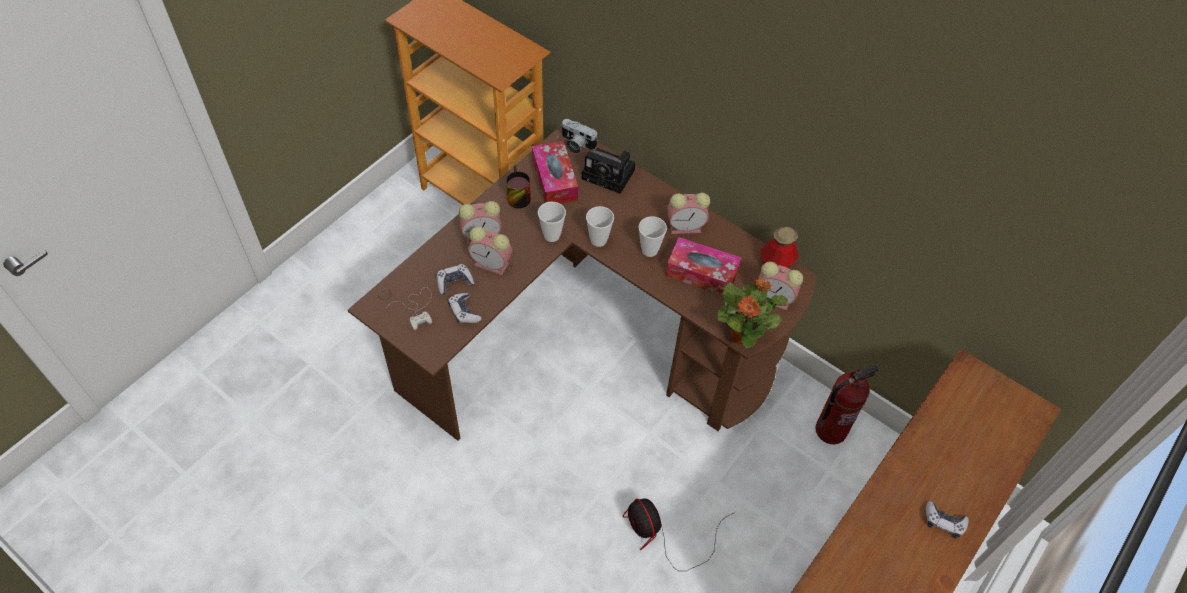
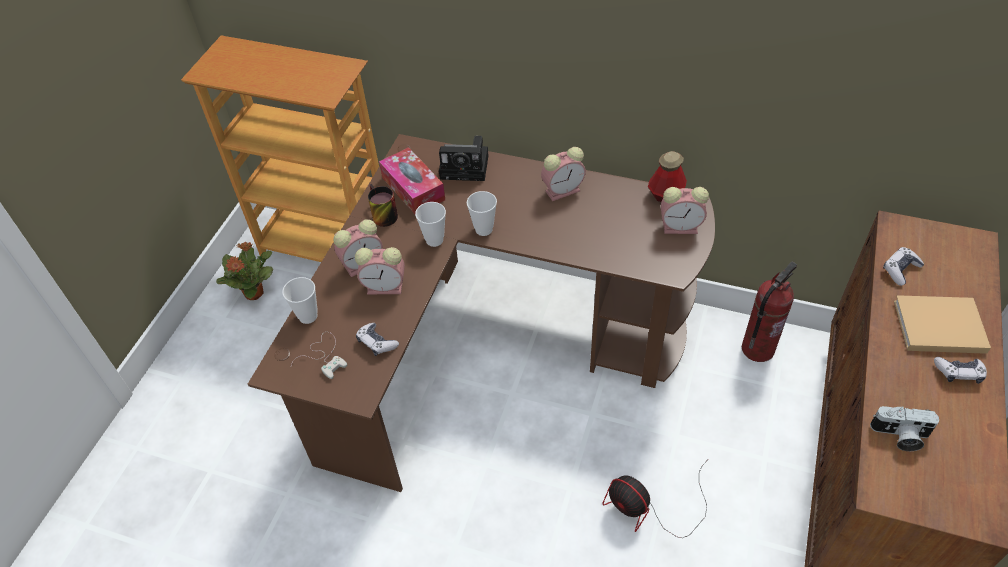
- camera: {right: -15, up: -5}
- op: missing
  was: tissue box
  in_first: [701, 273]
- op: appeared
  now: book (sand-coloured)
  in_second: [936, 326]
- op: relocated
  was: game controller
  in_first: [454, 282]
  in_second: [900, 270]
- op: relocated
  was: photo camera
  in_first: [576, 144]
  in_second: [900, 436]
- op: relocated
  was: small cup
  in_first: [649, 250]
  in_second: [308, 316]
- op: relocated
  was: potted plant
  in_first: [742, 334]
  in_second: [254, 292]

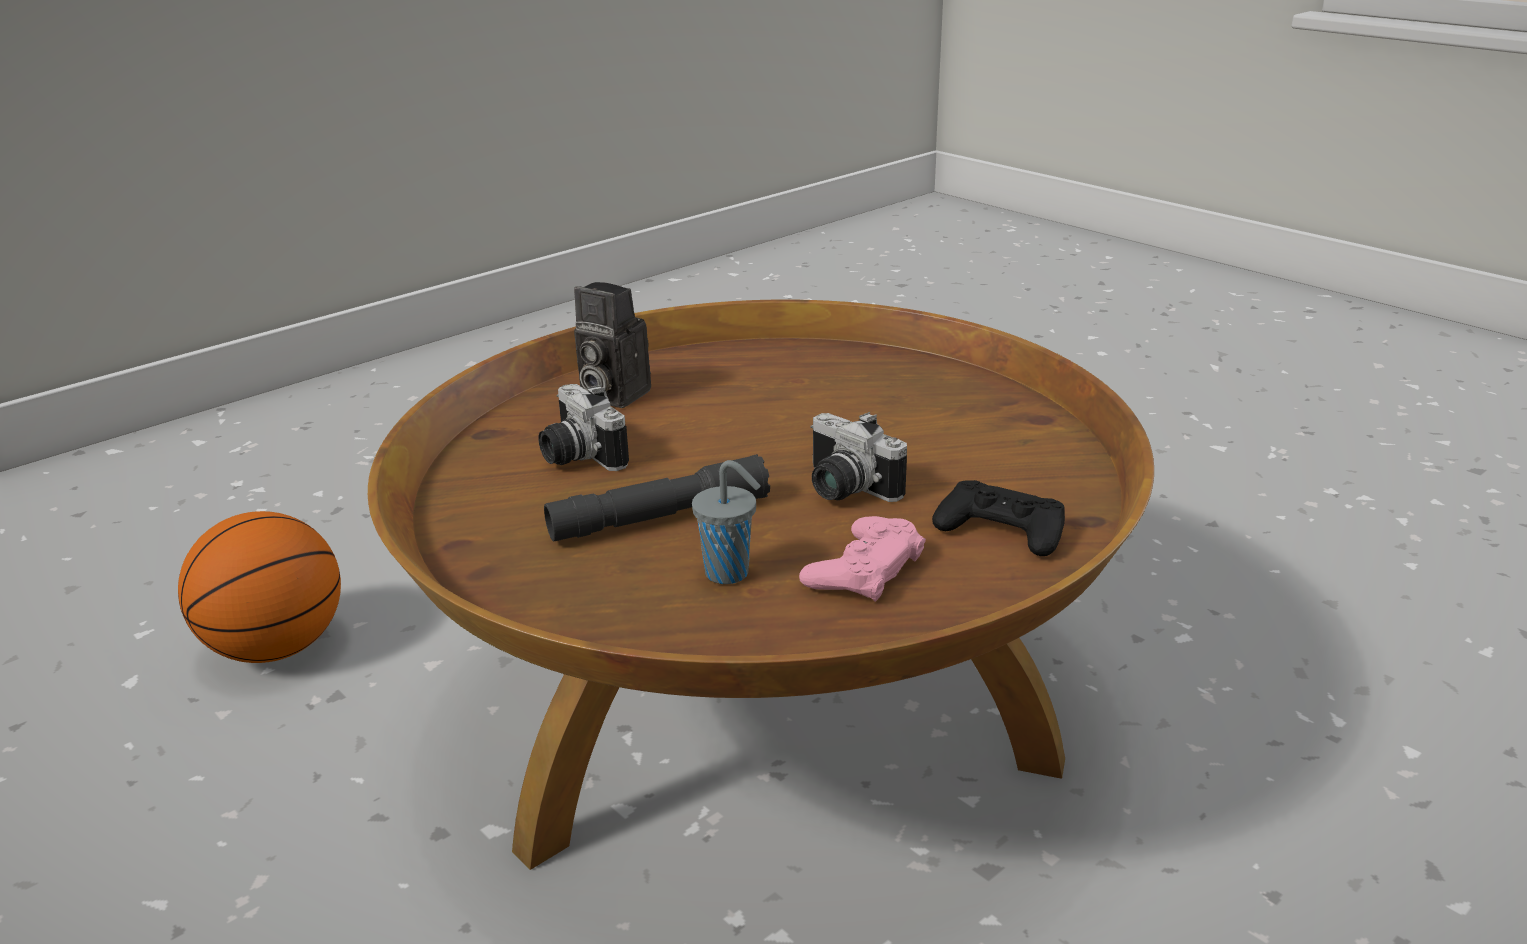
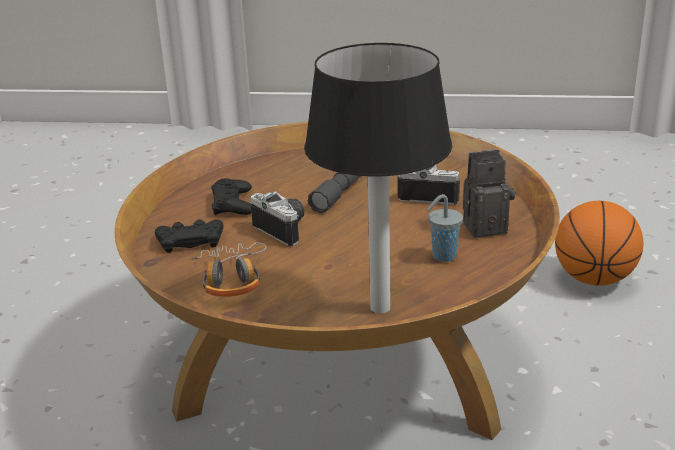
- camera: {right: 140, up: 0}
- op: appeared
  now: headset
  in_second: [231, 279]
- op: appeared
  now: tabletop lamp
  in_second: [379, 308]
- op: relocated
  was: small cup (greyish)
  in_first: [729, 574]
  in_second: [442, 256]
- op: colour
  was: game controller (pink-coloured)
  now: game controller (black)
  in_first: [864, 569]
  in_second: [233, 204]
- op: spun
  was: photo camera
  in_first: [843, 489]
  in_second: [285, 229]
  clockwise: 45

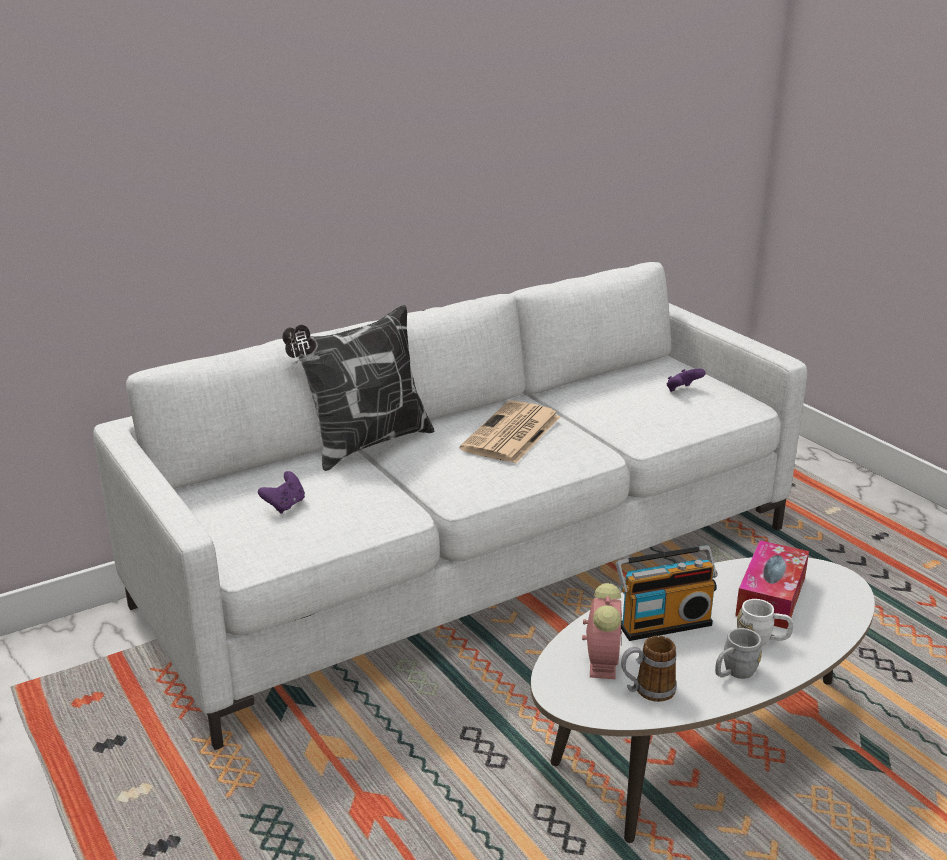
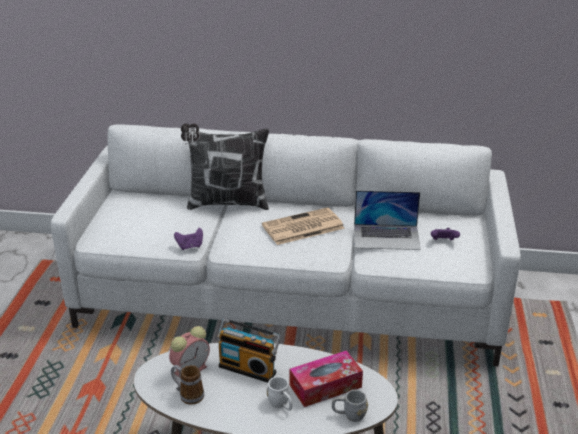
- camera: {right: 40, up: 5}
- op: appeared
  now: portable computer
  in_second: [386, 237]
- op: relocated
  was: game controller (purplish)
  in_first: [285, 505]
  in_second: [190, 246]
- op: relocated
  was: coffee mug (greyish)
  in_first: [734, 673]
  in_second: [349, 415]

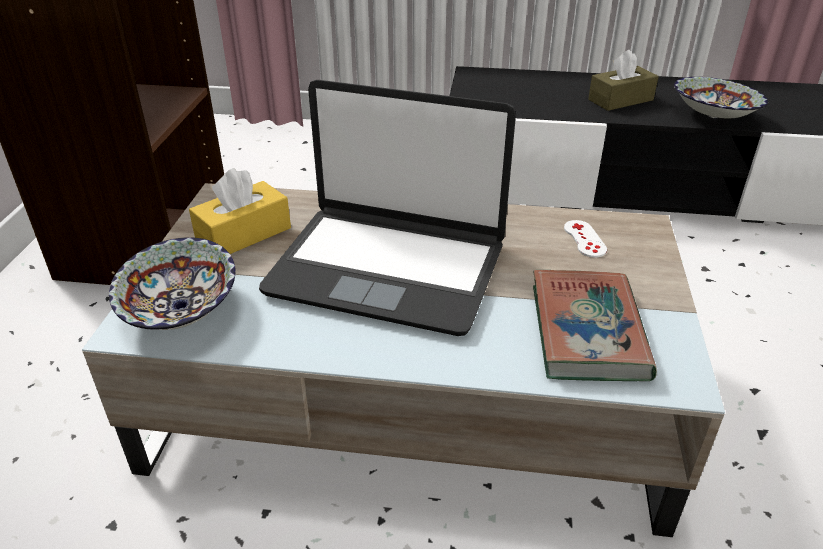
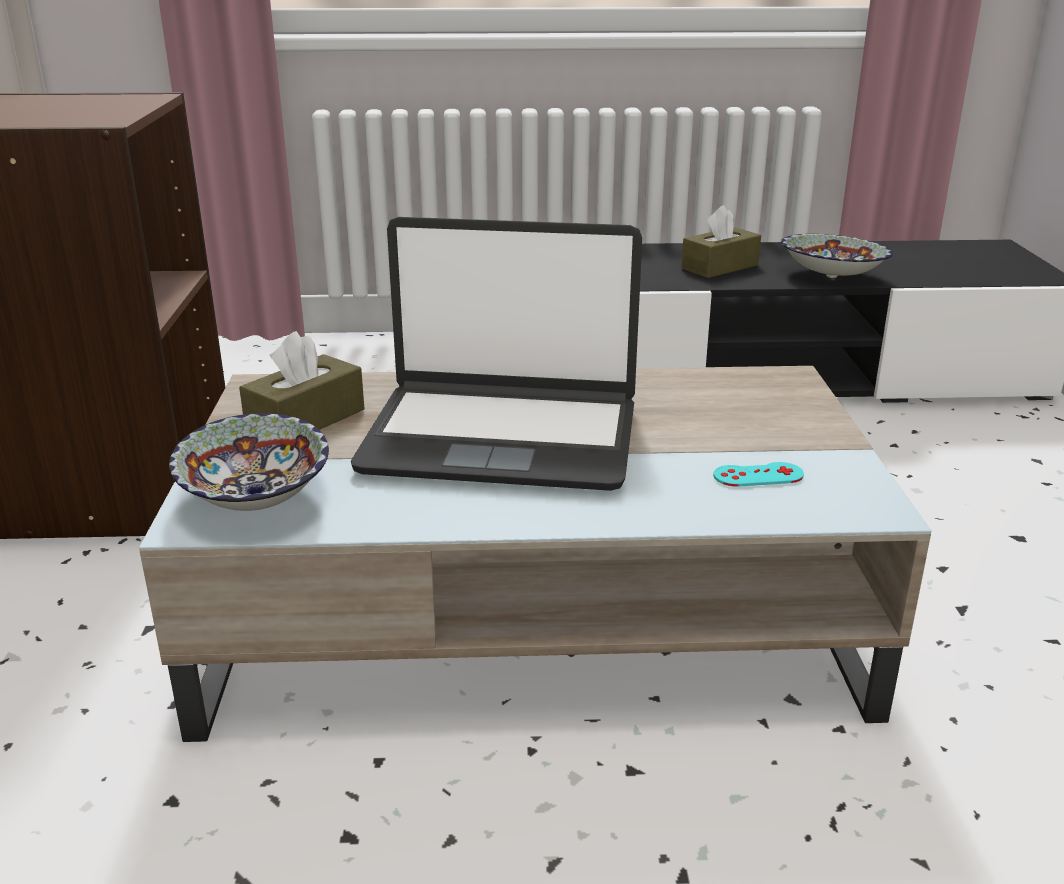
- camera: {right: -10, up: -10}
- op: missing
  was: game controller (white)
  in_first: [584, 239]
- op: exchanged
  was: book
  now: game controller (turquoise-coloured)
  in_first: [587, 332]
  in_second: [758, 475]
- op: colour
  was: tissue box (yellow)
  now: tissue box (brown)
  in_first: [244, 234]
  in_second: [306, 419]

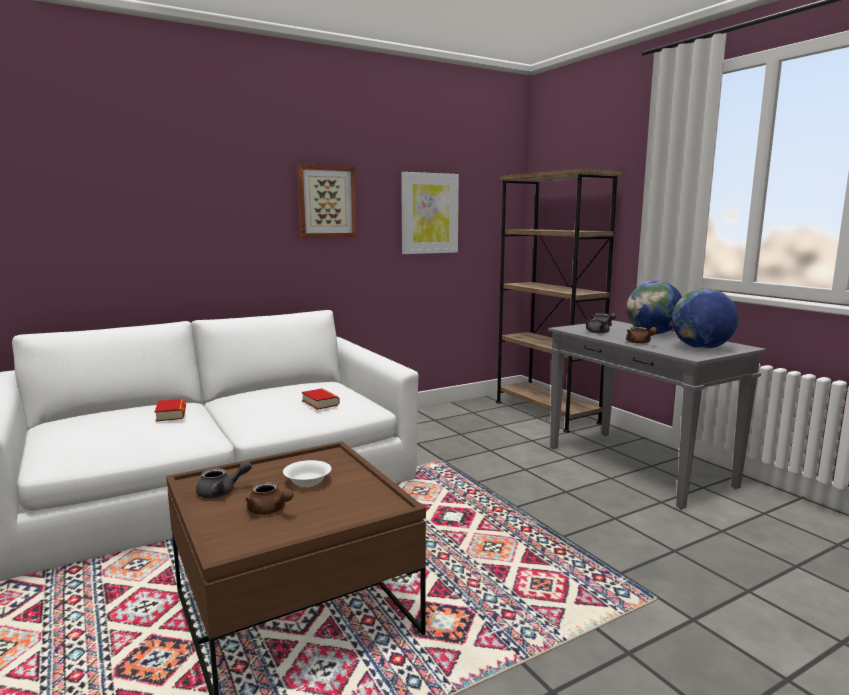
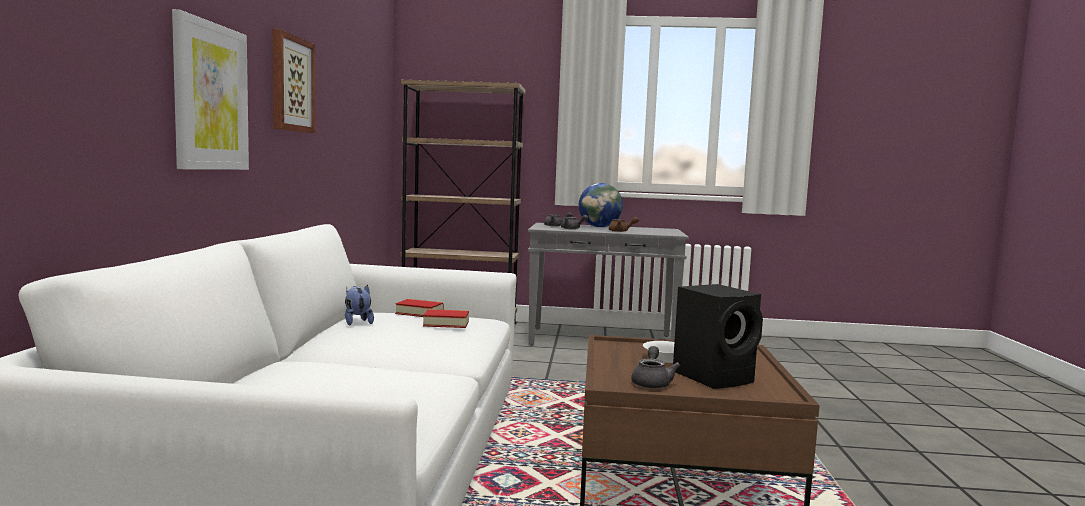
- camera: {right: -55, up: -5}
- op: missing
  was: desk globe
  in_first: [701, 348]
- op: appeared
  now: soft toy
  in_second: [357, 322]
- op: relocated
  was: book
  in_first: [171, 414]
  in_second: [419, 313]
- op: relocated
  was: wall picture
  in_first: [429, 213]
  in_second: [210, 97]
- op: exchanged
  was: tea pot (brown)
  now: audio speaker (black)
  in_first: [269, 511]
  in_second: [715, 377]

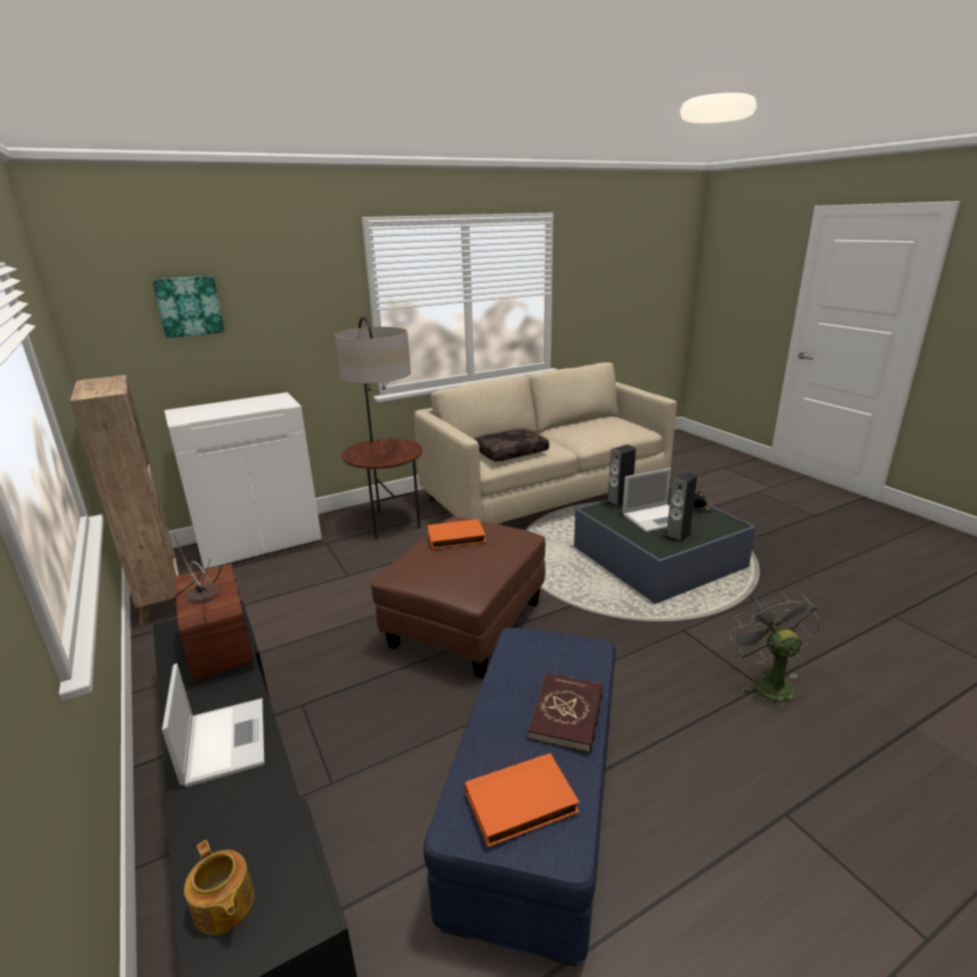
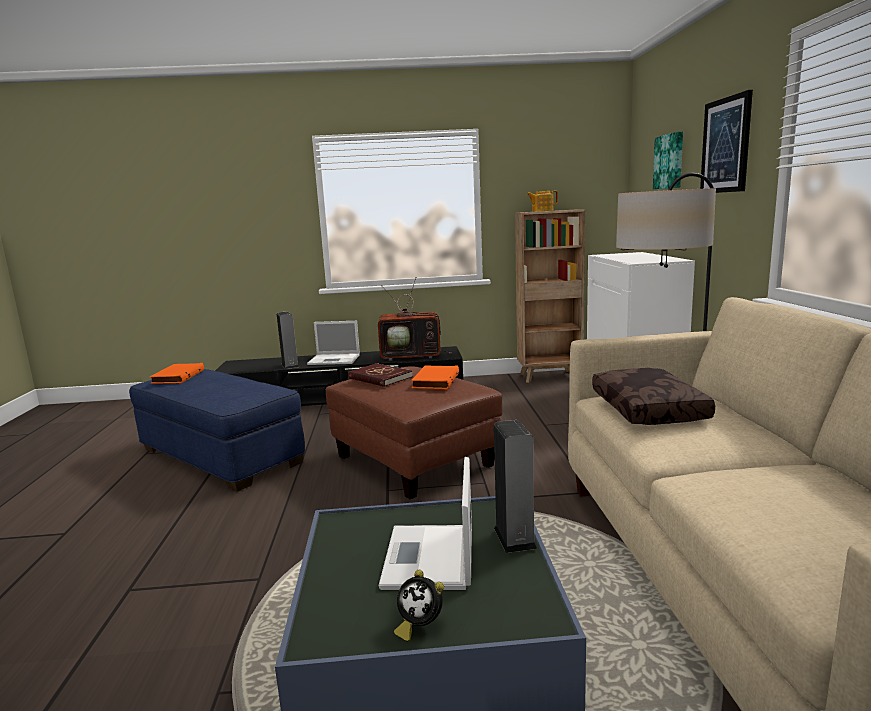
- camera: {right: 115, up: -10}
- op: missing
  was: electric fan (greyish)
  in_first: [767, 682]
- op: appeared
  now: wall picture
  in_second: [726, 145]
- op: relocated
  was: tea pot
  in_first: [224, 906]
  in_second: [542, 211]
- op: relocated
  was: book (reddish)
  in_first: [567, 714]
  in_second: [380, 378]
- op: relocated
  was: audio speaker
  in_first: [678, 536]
  in_second: [290, 365]

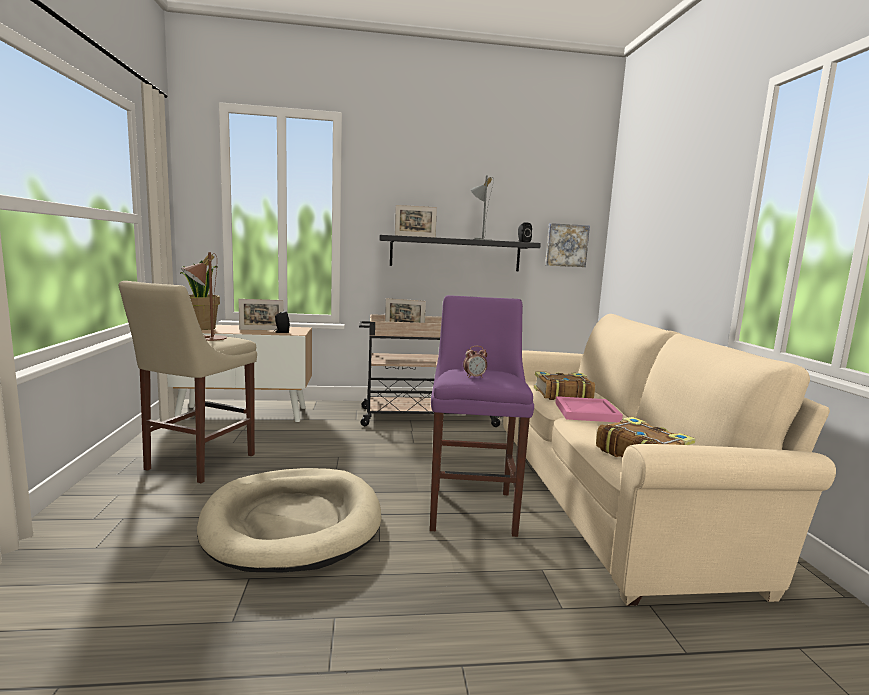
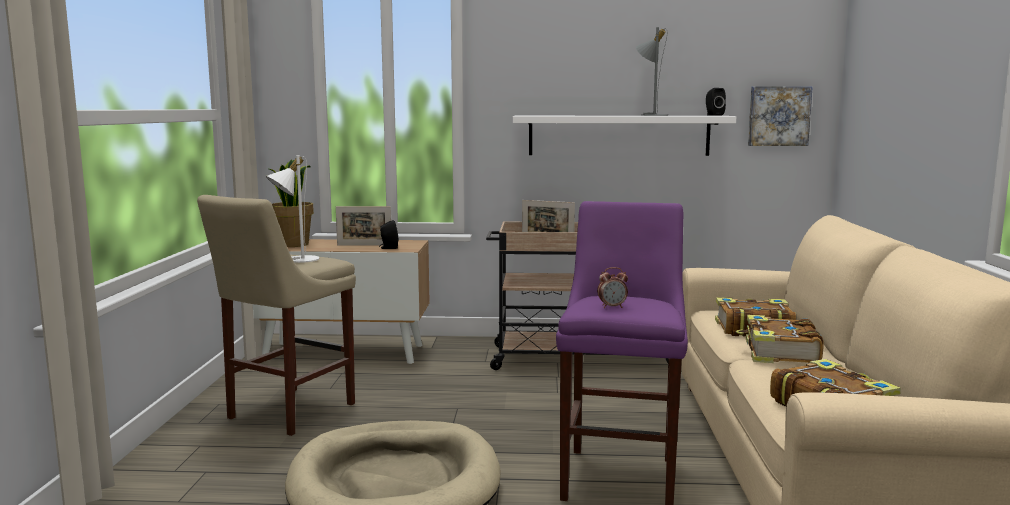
- camera: {right: 10, up: 0}
- op: missing
  was: standing frame
  in_first: [415, 236]
- op: exchanged
  was: serving tray (pink-coloured)
  now: book
  in_first: [587, 412]
  in_second: [779, 353]
- op: colour
  was: tabletop lamp (brown)
  now: tabletop lamp (white)
  in_first: [206, 338]
  in_second: [295, 259]
- op: colour
  was: wall shelf (black)
  now: wall shelf (white)
  in_first: [455, 254]
  in_second: [618, 135]

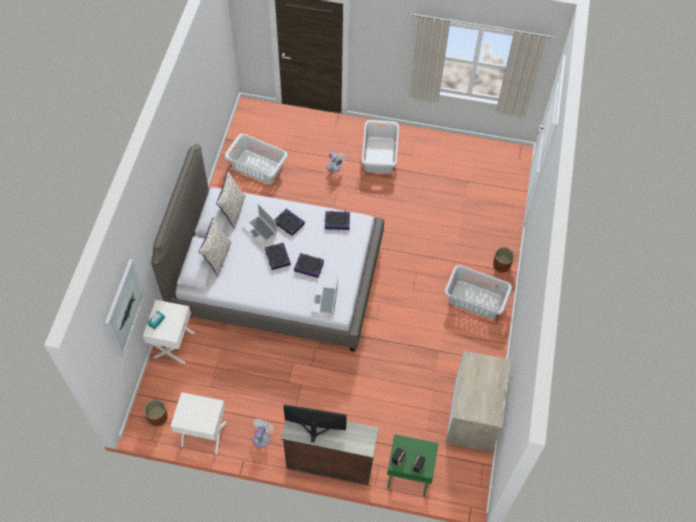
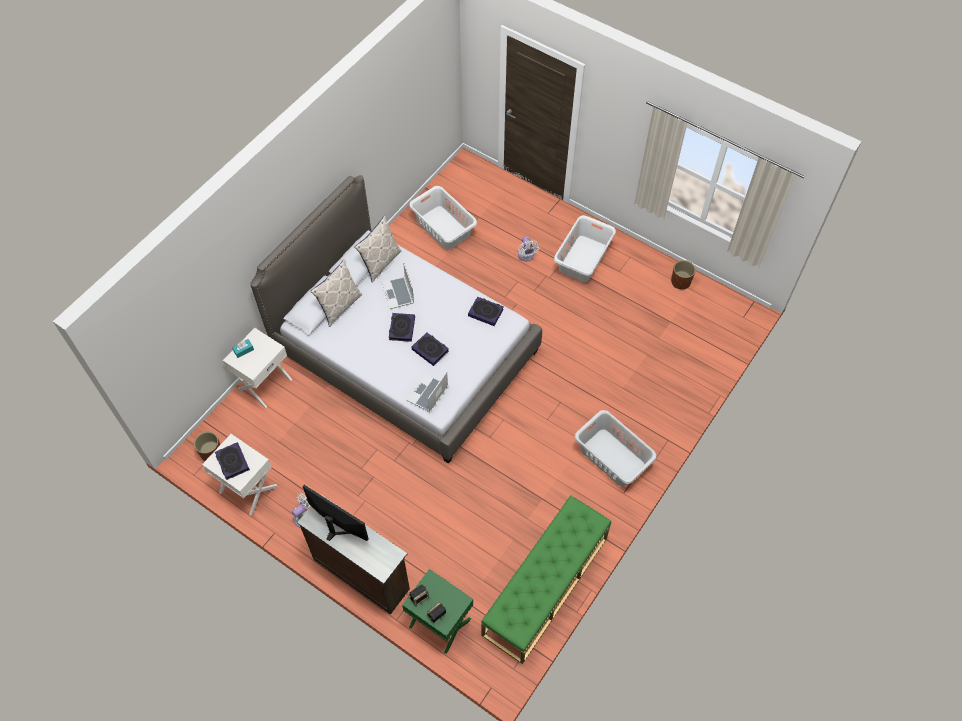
- camera: {right: 25, up: 0}
- op: missing
  was: wall picture
  in_first: [124, 308]
- op: relocated
  was: book
  in_first: [289, 223]
  in_second: [232, 462]
- op: relocated
  was: flower pot (brown)
  in_first: [501, 265]
  in_second: [681, 282]
- op: exchanged
  was: chest of drawers
  now: indoor bench (greenish)
  in_first: [473, 415]
  in_second: [545, 586]

